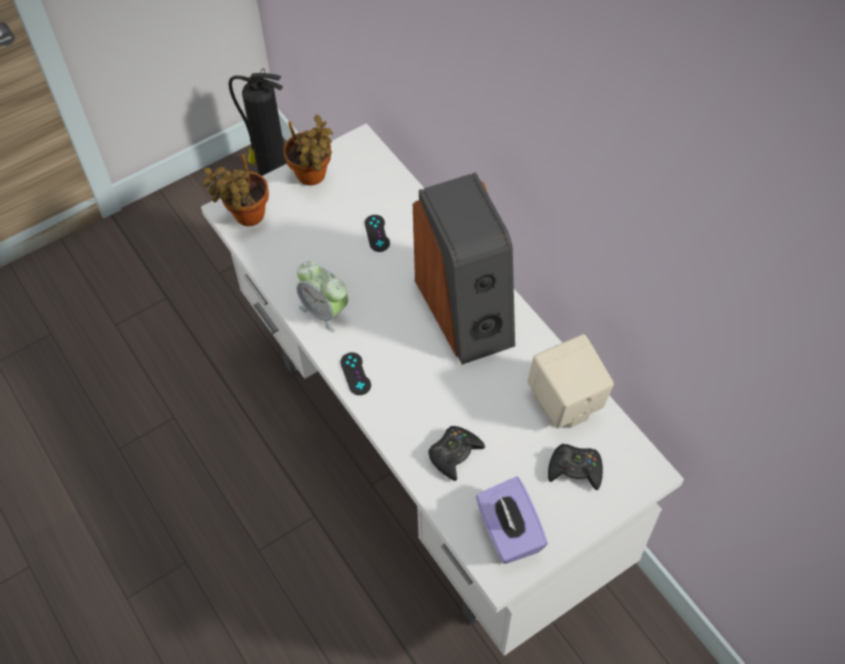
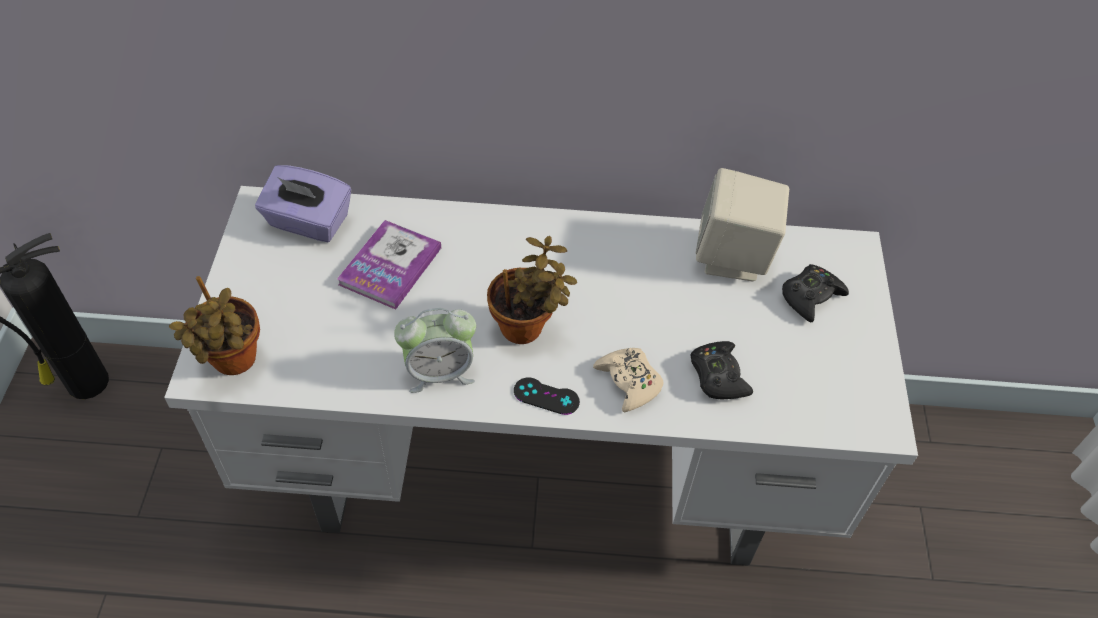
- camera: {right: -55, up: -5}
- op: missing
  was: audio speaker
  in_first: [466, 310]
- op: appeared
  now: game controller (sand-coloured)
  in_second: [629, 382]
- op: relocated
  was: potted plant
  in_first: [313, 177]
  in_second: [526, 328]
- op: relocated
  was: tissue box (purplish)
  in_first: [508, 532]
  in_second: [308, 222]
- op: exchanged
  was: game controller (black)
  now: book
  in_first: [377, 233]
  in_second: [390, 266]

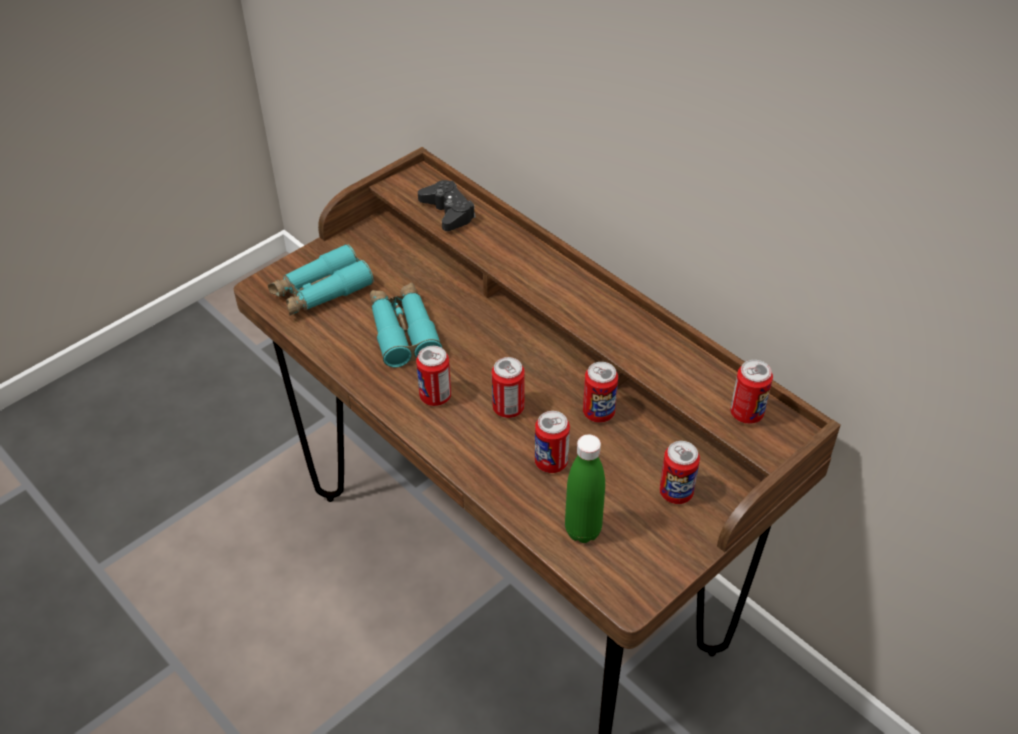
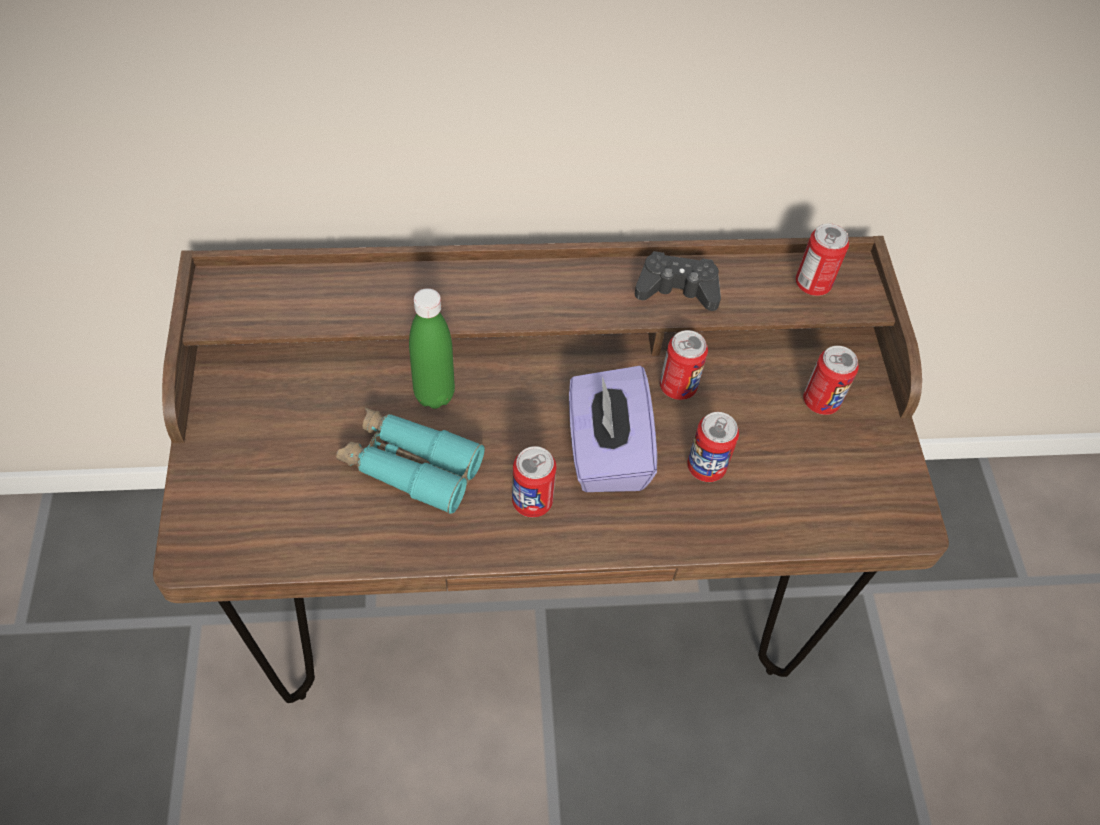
- camera: {right: -55, up: 10}
- op: missing
  was: pair of binoculars (turquoise-coloured)
  in_first: [321, 291]
- op: relocated
  was: game controller (black)
  in_first: [448, 211]
  in_second: [677, 288]
- op: relocated
  was: bottle (greenish)
  in_first: [583, 530]
  in_second: [434, 394]
- op: exchanged
  was: can
  now: tissue box (purplish)
  in_first: [508, 408]
  in_second: [606, 451]

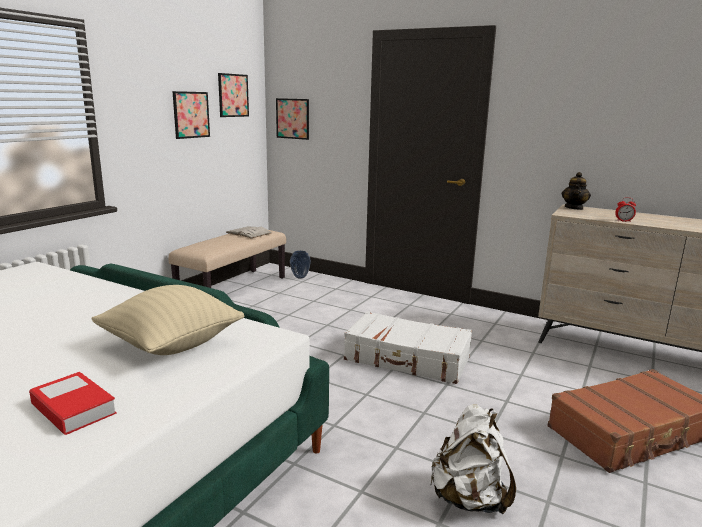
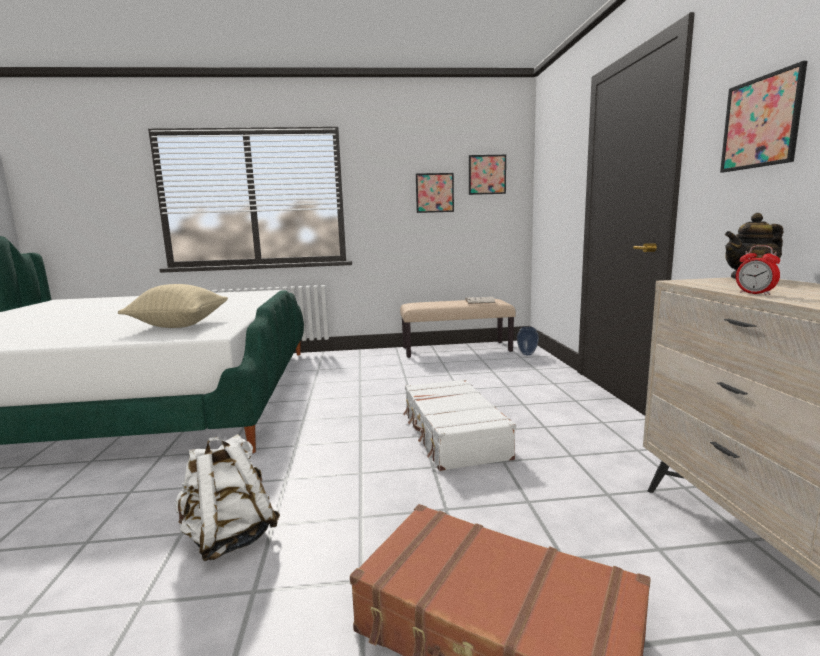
- camera: {right: 55, up: -5}
- op: missing
  was: book
  in_first: [73, 409]
- op: relocated
  was: wall picture
  in_first: [292, 118]
  in_second: [761, 122]

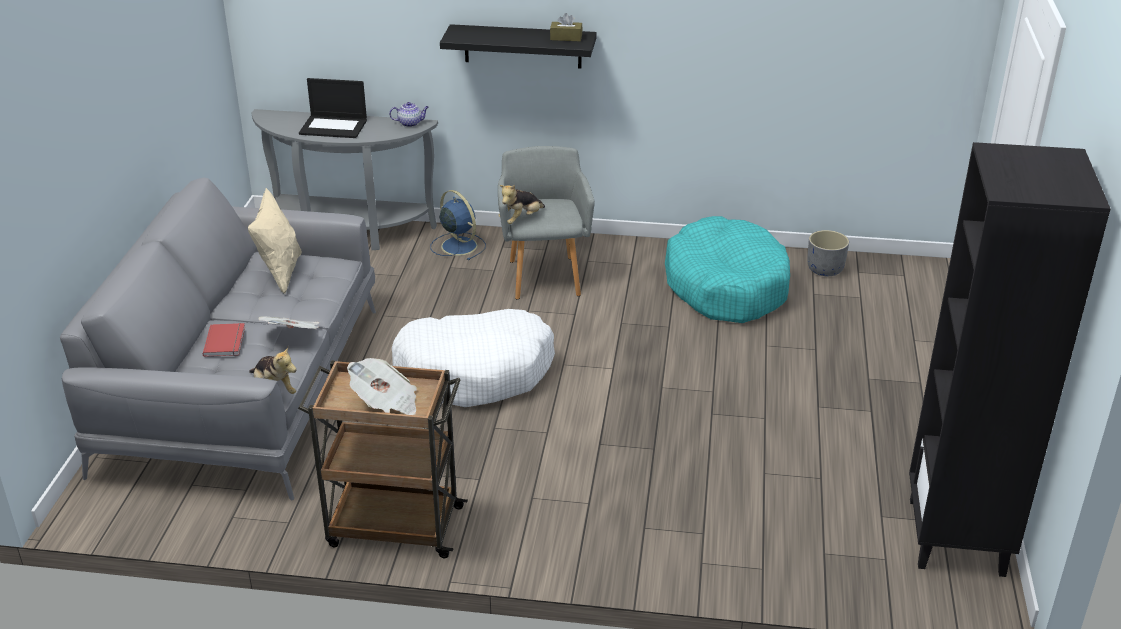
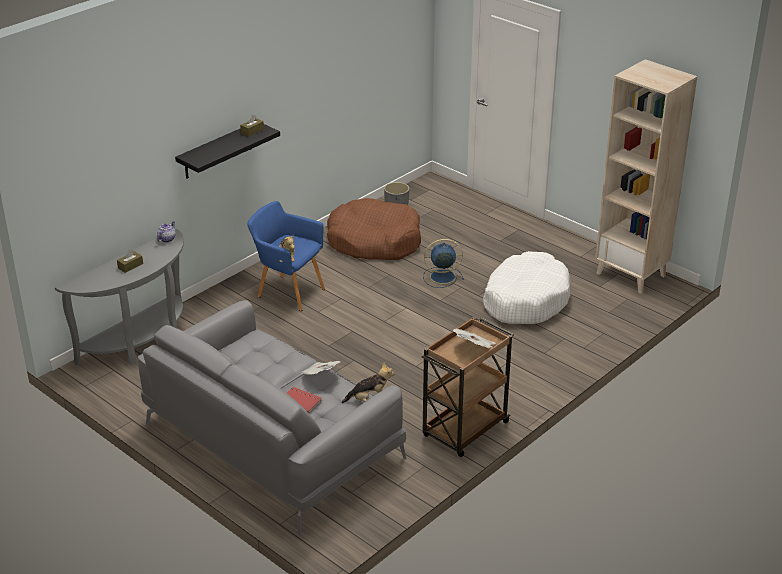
- camera: {right: -55, up: 0}
- op: missing
  was: throw pillow (sand-coloured)
  in_first: [280, 273]
- op: relocated
  was: pet bed (white)
  in_first: [475, 371]
  in_second: [525, 300]
- op: relocated
  was: electric fan (blue)
  in_first: [458, 245]
  in_second: [441, 277]
- op: exchanged
  was: portable computer
  now: tissue box (brown)
  in_first: [334, 127]
  in_second: [130, 266]
- op: colour
  was: armchair (greyish)
  now: armchair (blue)
  in_first: [544, 274]
  in_second: [288, 291]
- op: colour
  was: pet bed (turquoise-coloured)
  now: pet bed (brown)
  in_first: [726, 286]
  in_second: [374, 241]
- op: colour
  was: bookcase (black)
  now: bookcase (sand-coloured)
  in_first: [957, 537]
  in_second: [631, 274]

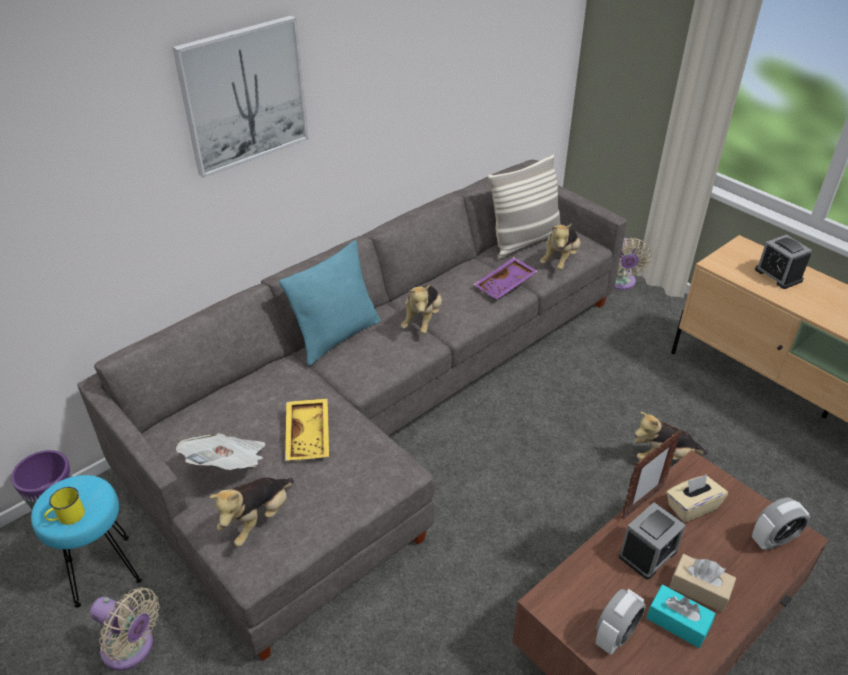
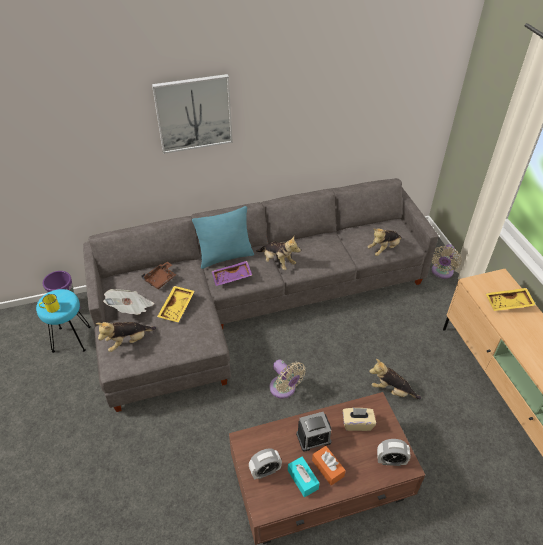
- camera: {right: 25, up: 5}
- op: missing
  was: throw pillow
  in_first: [524, 241]
- op: missing
  was: standing frame
  in_first: [642, 503]
- op: appeared
  now: serving tray (brown)
  in_second: [160, 279]
- op: relocated
  was: electric fan (sand-coloured)
  in_first: [132, 648]
  in_second: [284, 389]
- op: relocated
  was: serving tray (purplish)
  in_first: [505, 285]
  in_second: [232, 277]
- op: exchanged
  was: table clock
  now: serving tray (yellow)
  in_first: [778, 275]
  in_second: [508, 304]
- op: colour
  was: tissue box (sand-coloured)
  now: tissue box (orange-coloured)
  in_first: [699, 589]
  in_second: [327, 468]
- op: spun
  was: soft toy
  in_first: [423, 321]
  in_second: [277, 262]
  clockwise: -90

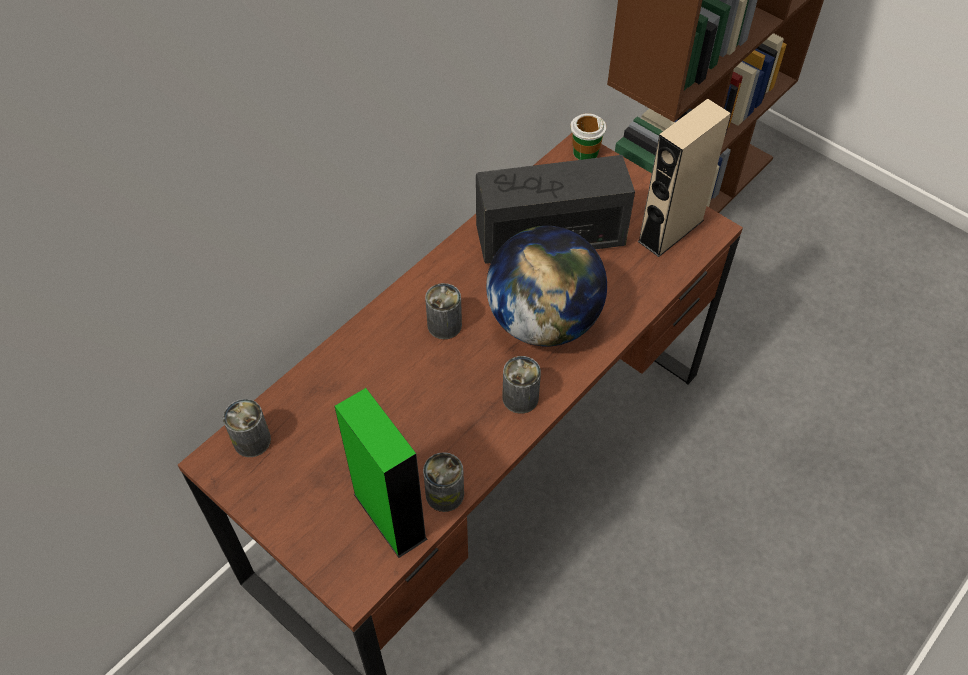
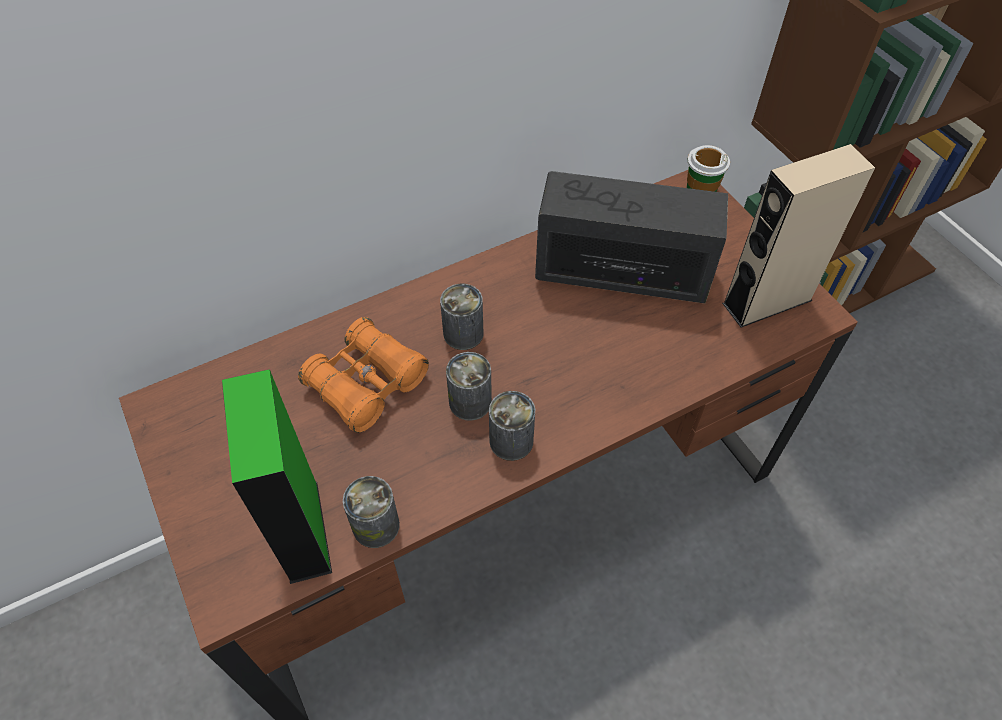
- camera: {right: 20, up: 0}
- op: missing
  was: desk globe
  in_first: [543, 321]
- op: appeared
  now: pair of binoculars (orange-coloured)
  in_second: [366, 384]
- op: relocated
  was: can
  in_first: [252, 440]
  in_second: [470, 402]

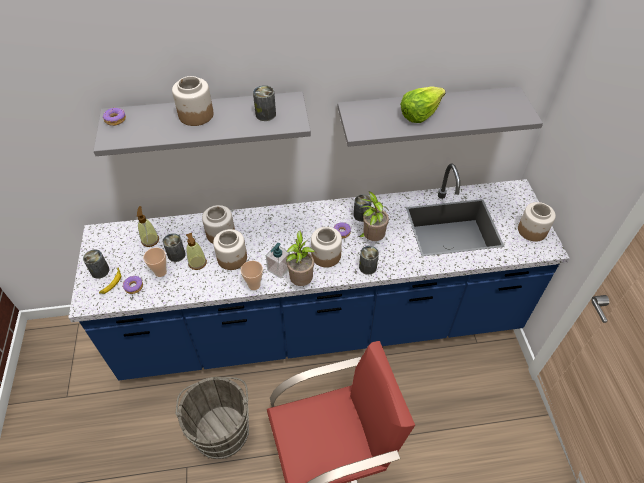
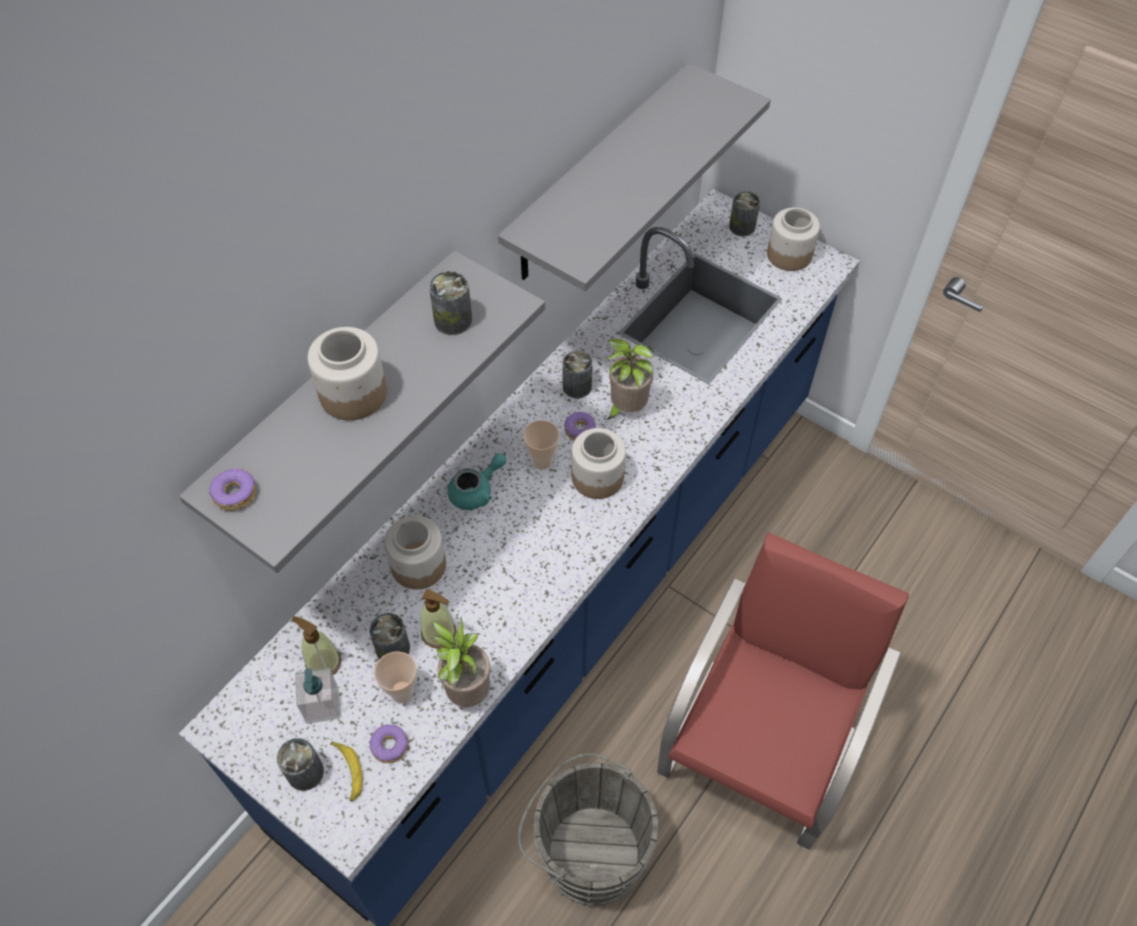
- camera: {right: -45, up: 5}
- op: missing
  was: storage jar
  in_first: [232, 258]
- op: missing
  was: head of lettuce
  in_first: [419, 113]
- op: appeared
  now: tea pot (turquoise-coloured)
  in_second: [476, 491]
- op: relocated
  was: small cup
  in_first: [254, 285]
  in_second: [542, 461]
- op: relocated
  was: soap dispenser
  in_first: [279, 269]
  in_second: [322, 706]
- op: relocated
  was: potted plant
  in_first: [301, 281]
  in_second: [466, 691]
- op: relocated
  was: can
  in_first: [367, 267]
  in_second: [742, 227]

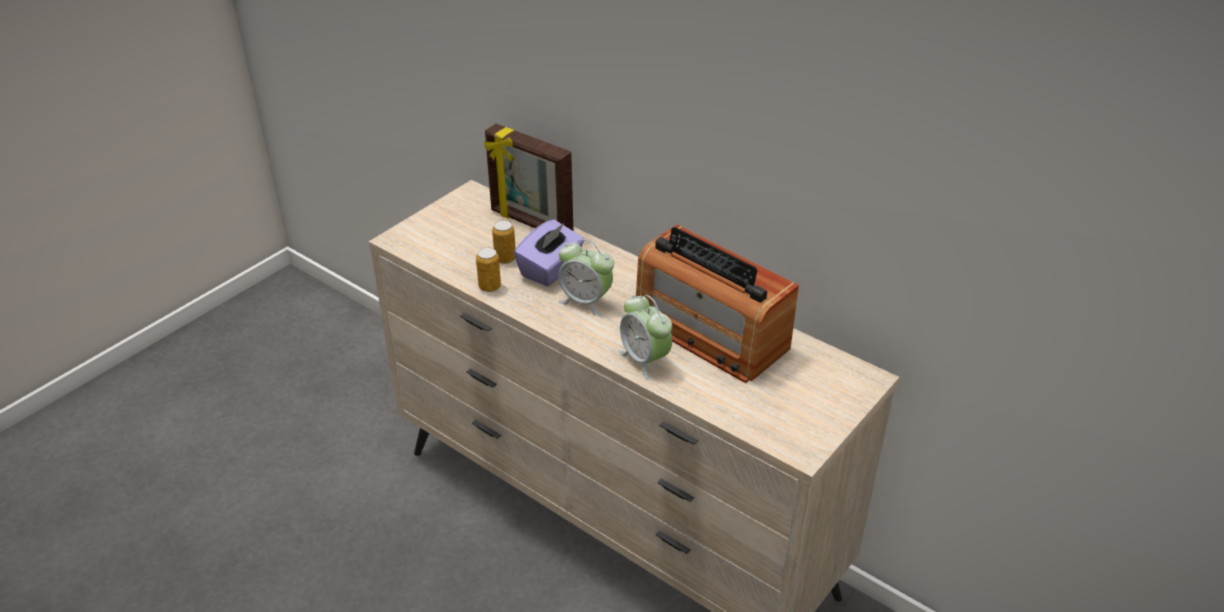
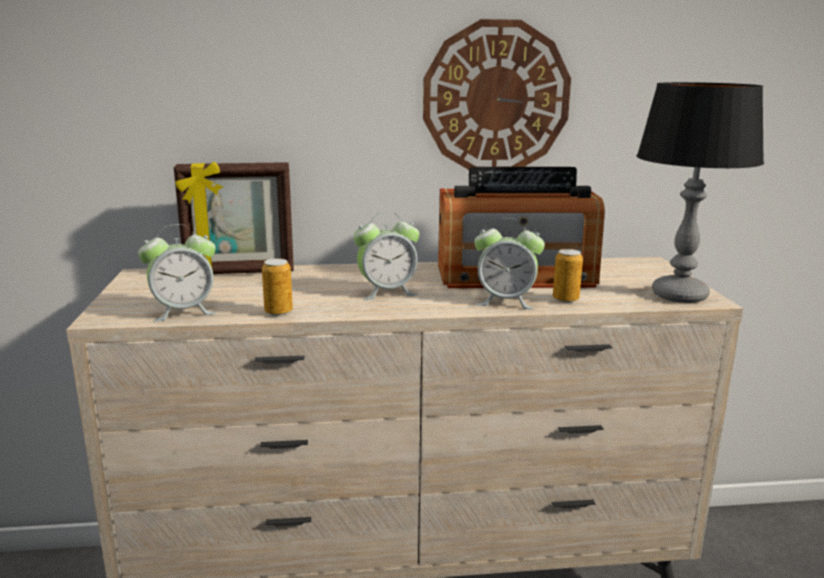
- camera: {right: -45, up: -20}
- op: missing
  was: tissue box (purplish)
  in_first: [551, 269]
- op: appeared
  now: table clock
  in_second: [183, 312]
- op: appeared
  now: hanging clock
  in_second: [496, 98]
- op: appeared
  now: tabletop lamp
  in_second: [680, 295]
- op: relocated
  was: can
  in_first: [505, 259]
  in_second: [565, 299]

